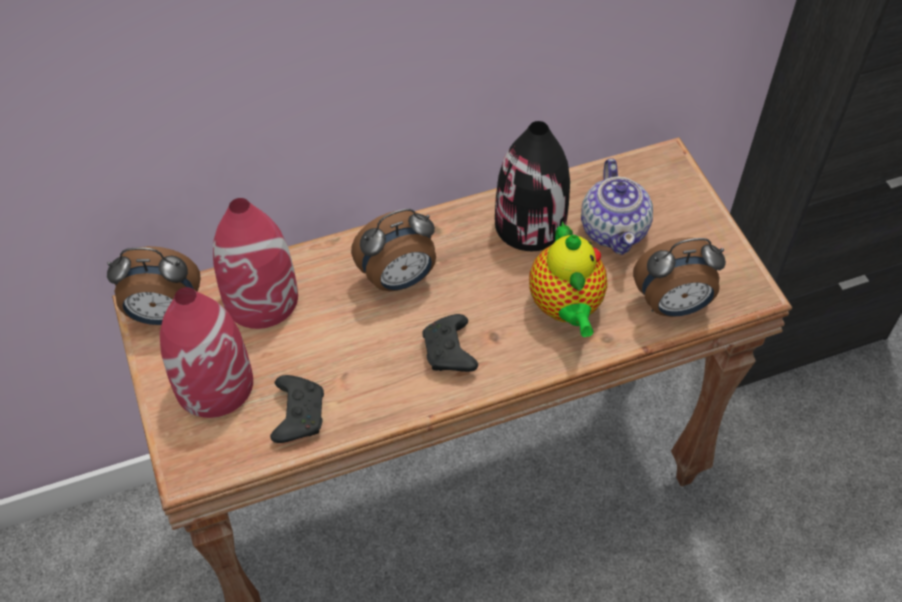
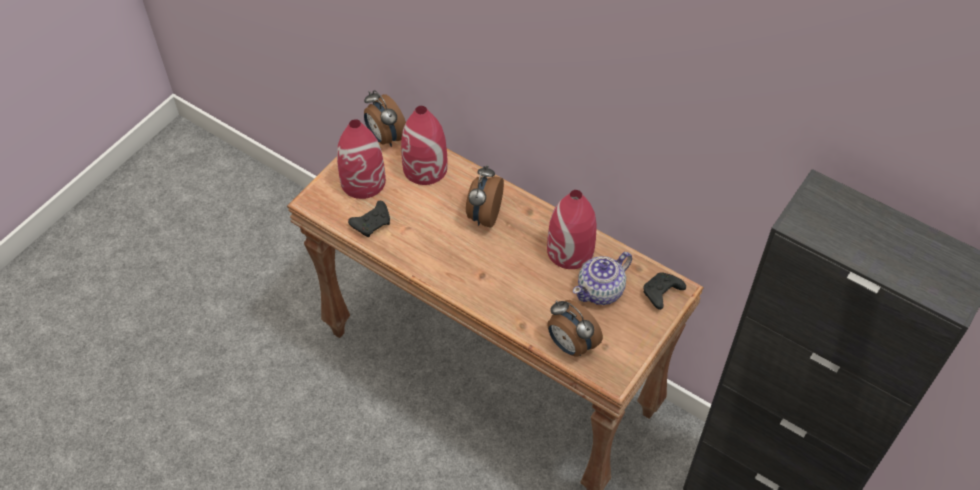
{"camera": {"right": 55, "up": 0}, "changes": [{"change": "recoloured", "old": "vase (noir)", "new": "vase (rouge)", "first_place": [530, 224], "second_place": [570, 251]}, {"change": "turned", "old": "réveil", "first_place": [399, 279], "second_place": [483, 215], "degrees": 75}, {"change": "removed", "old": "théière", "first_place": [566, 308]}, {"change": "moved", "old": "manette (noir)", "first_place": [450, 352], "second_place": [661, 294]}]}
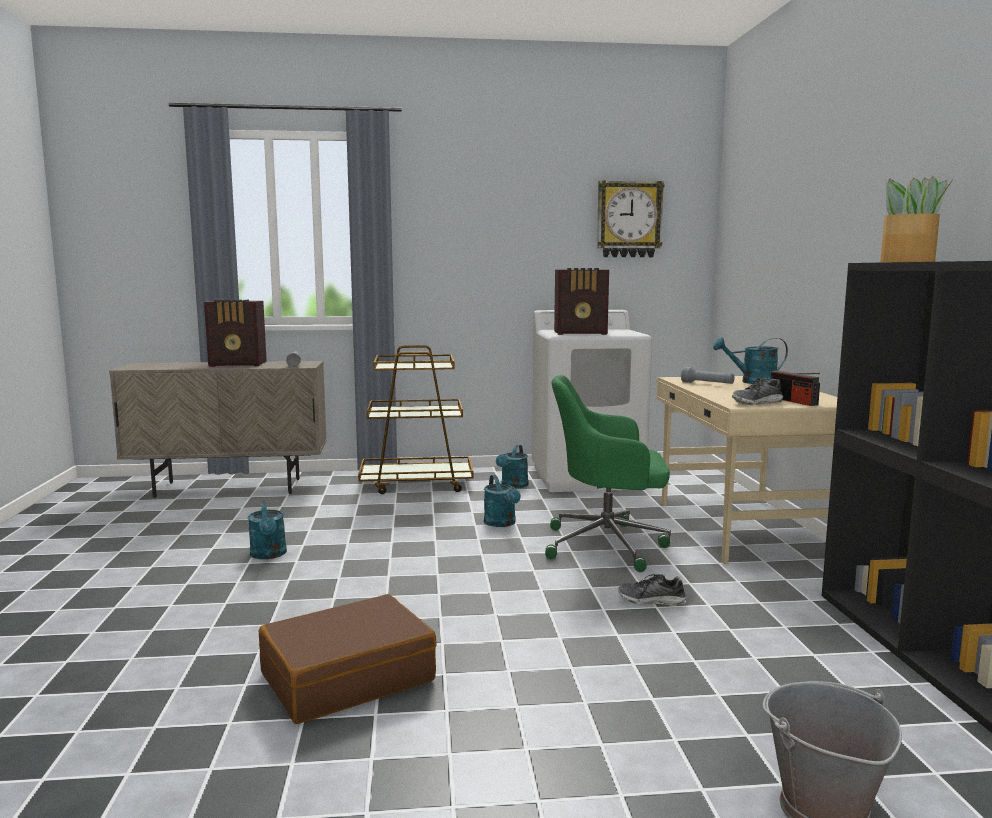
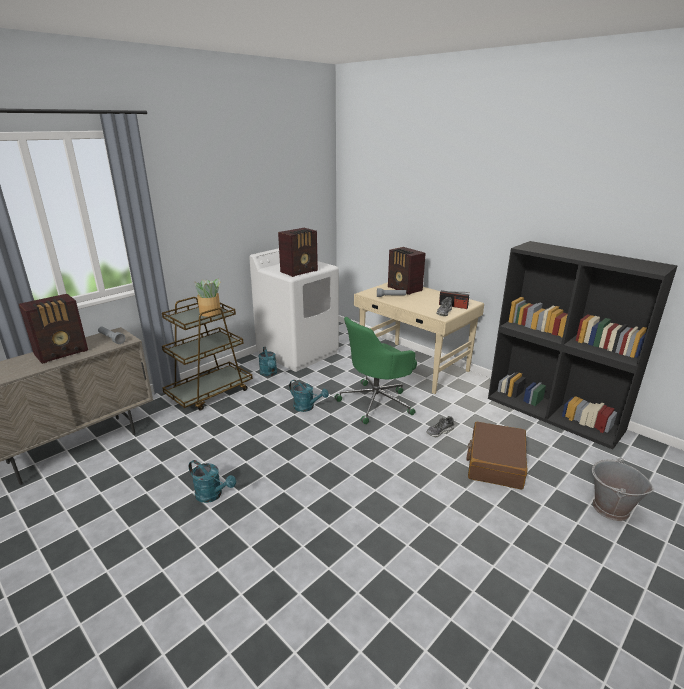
{"camera": {"right": -40, "up": 15}, "changes": [{"change": "moved", "old": "plante en pot", "first_place": [908, 262], "second_place": [210, 313]}, {"change": "removed", "old": "horloge murale", "first_place": [629, 219]}, {"change": "replaced", "old": "arrosoir (turquoise)", "new": "radio", "first_place": [752, 382], "second_place": [404, 289]}, {"change": "moved", "old": "valise (marron)", "first_place": [347, 677], "second_place": [495, 463]}]}
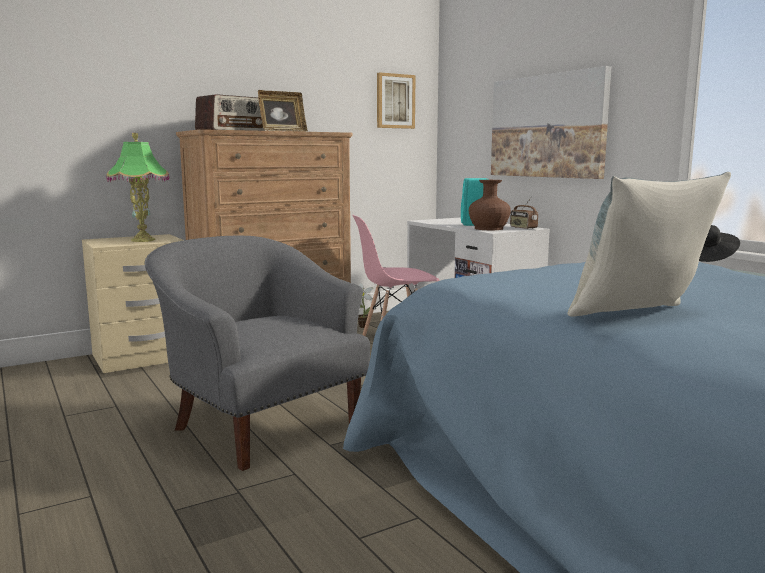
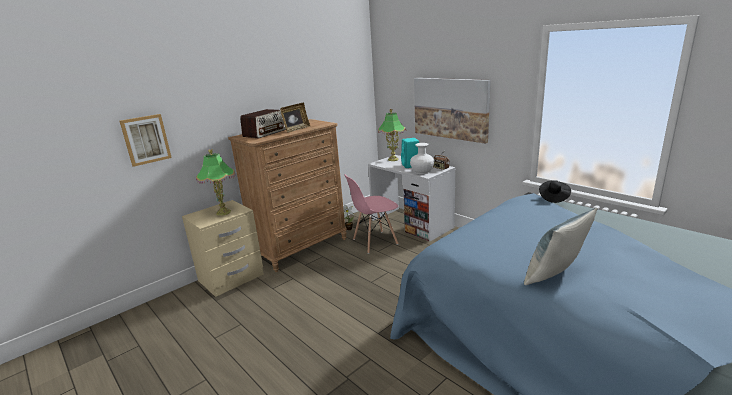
{"camera": {"right": -10, "up": 10}, "changes": [{"change": "moved", "old": "tableau", "first_place": [395, 101], "second_place": [146, 139]}, {"change": "recoloured", "old": "vase (marron)", "new": "vase (blanc)", "first_place": [488, 228], "second_place": [422, 171]}, {"change": "removed", "old": "fauteuil (gris)", "first_place": [262, 424]}, {"change": "added", "new": "lampe de table", "second_place": [393, 159]}]}
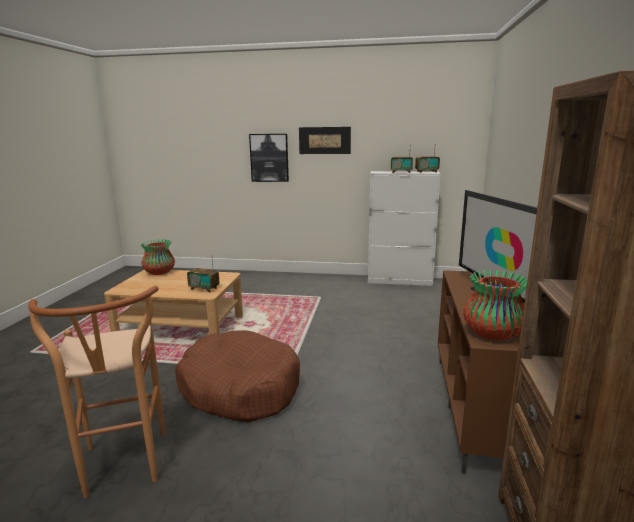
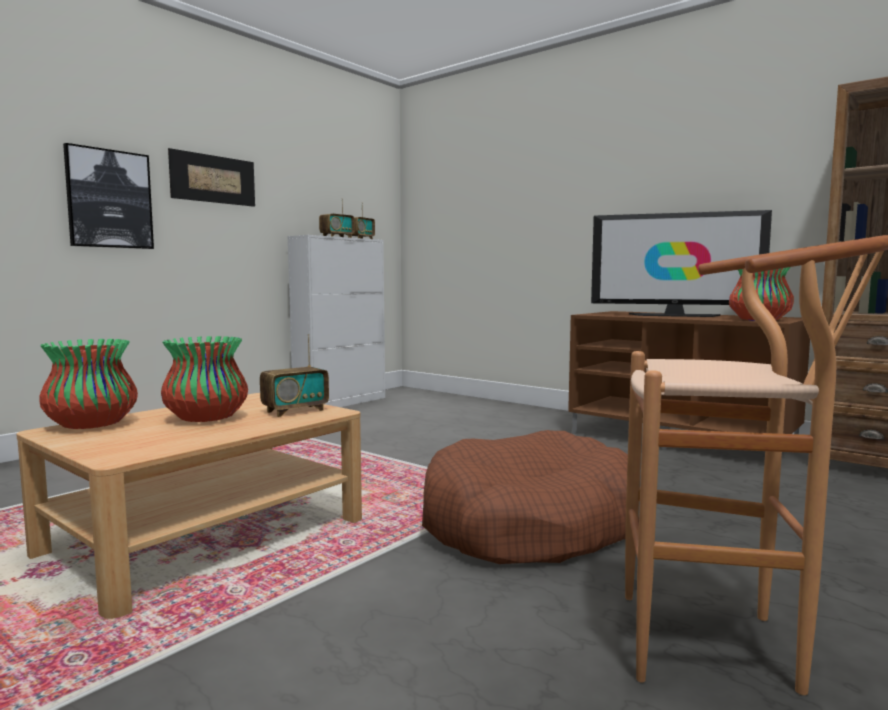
{"camera": {"right": -60, "up": -10}, "changes": [{"change": "added", "new": "vase", "second_place": [207, 418]}]}
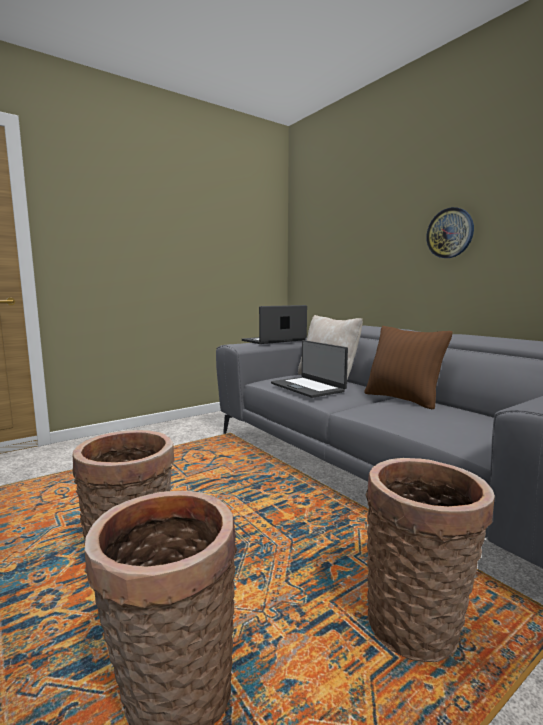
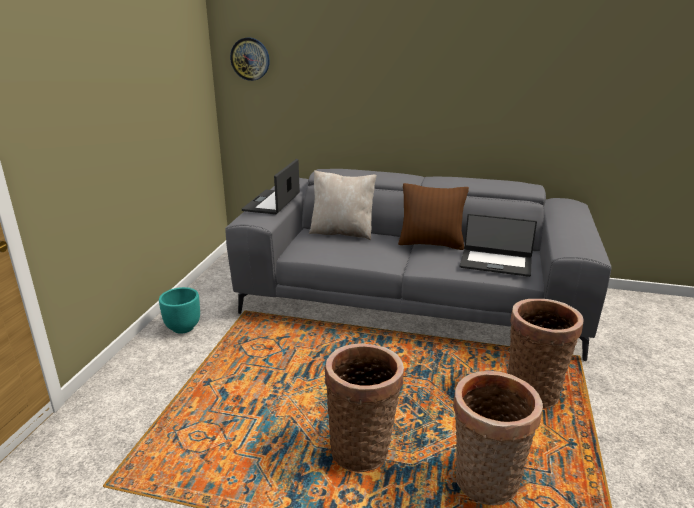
{"camera": {"right": -40, "up": 15}, "changes": [{"change": "moved", "old": "horloge murale", "first_place": [450, 233], "second_place": [250, 59]}, {"change": "moved", "old": "ordinateur portable", "first_place": [308, 387], "second_place": [495, 263]}, {"change": "added", "new": "cache-pot (turquoise)", "second_place": [182, 328]}]}
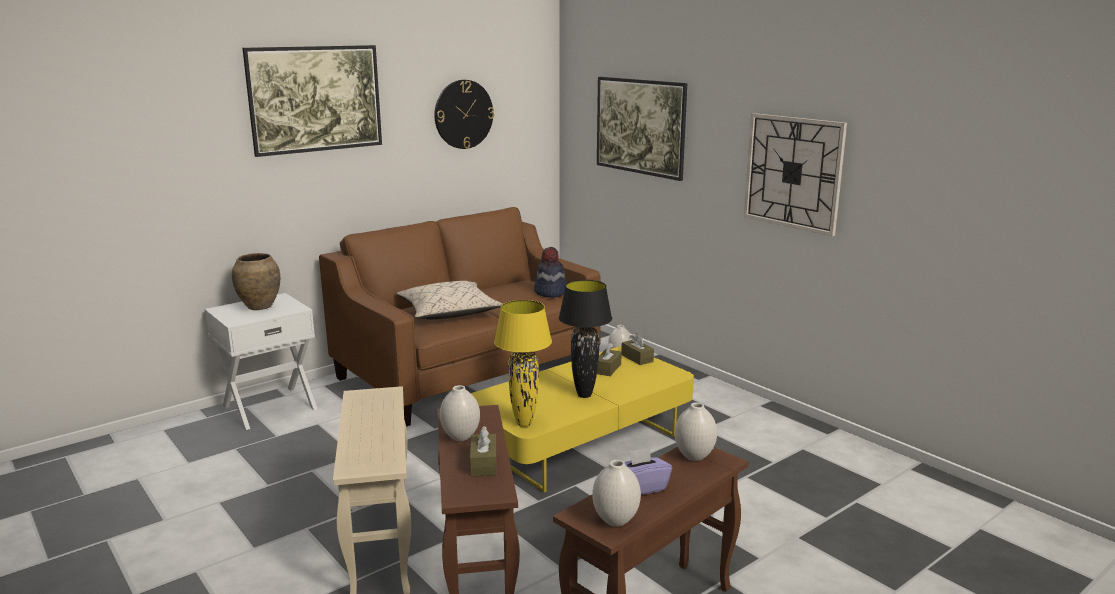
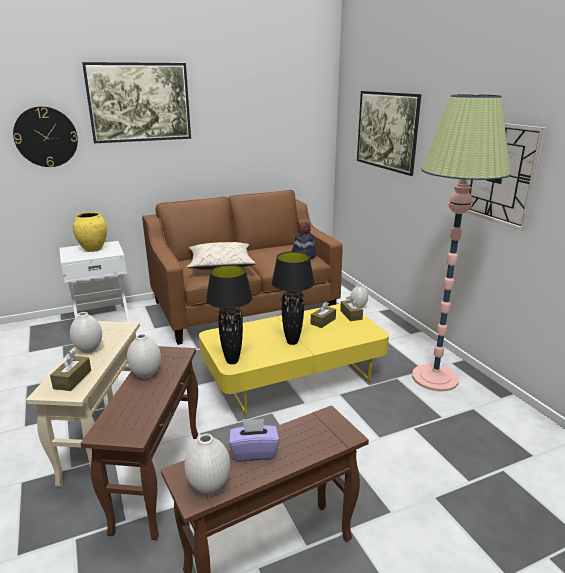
{"camera": {"right": 15, "up": 5}, "changes": [{"change": "moved", "old": "horloge murale", "first_place": [463, 114], "second_place": [46, 137]}, {"change": "recoloured", "old": "vase (marron)", "new": "vase (jaune)", "first_place": [259, 307], "second_place": [93, 249]}, {"change": "recoloured", "old": "lampe de table (jaune)", "new": "lampe de table (noir)", "first_place": [523, 424], "second_place": [231, 361]}, {"change": "moved", "old": "vase (blanc)", "first_place": [695, 456], "second_place": [89, 350]}, {"change": "moved", "old": "boîte à mouchoirs (marron)", "first_place": [483, 463], "second_place": [72, 379]}, {"change": "added", "new": "lampadaire", "second_place": [435, 378]}]}
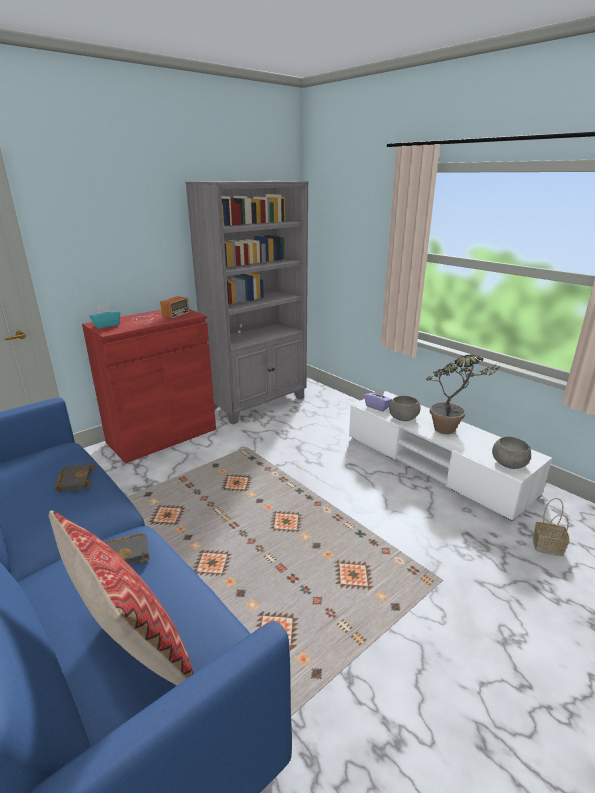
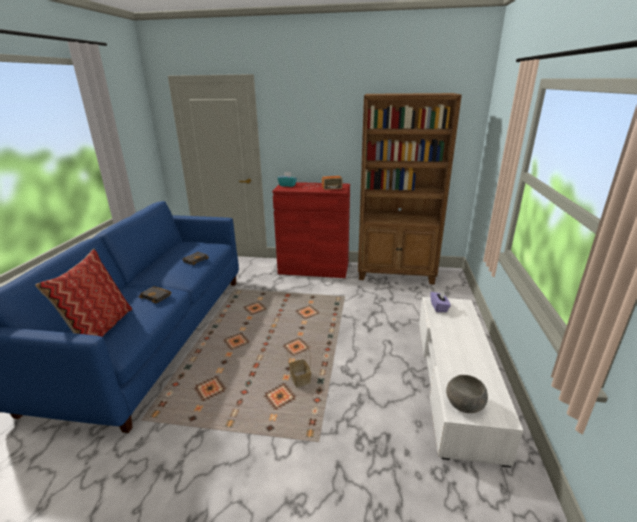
{"camera": {"right": 50, "up": 0}, "changes": [{"change": "recoloured", "old": "bibliothèque (gris)", "new": "bibliothèque (marron)", "first_place": [258, 403], "second_place": [396, 274]}, {"change": "removed", "old": "plante en pot", "first_place": [451, 432]}, {"change": "removed", "old": "bol (gris)", "first_place": [403, 417]}, {"change": "moved", "old": "panier", "first_place": [546, 547], "second_place": [299, 379]}]}
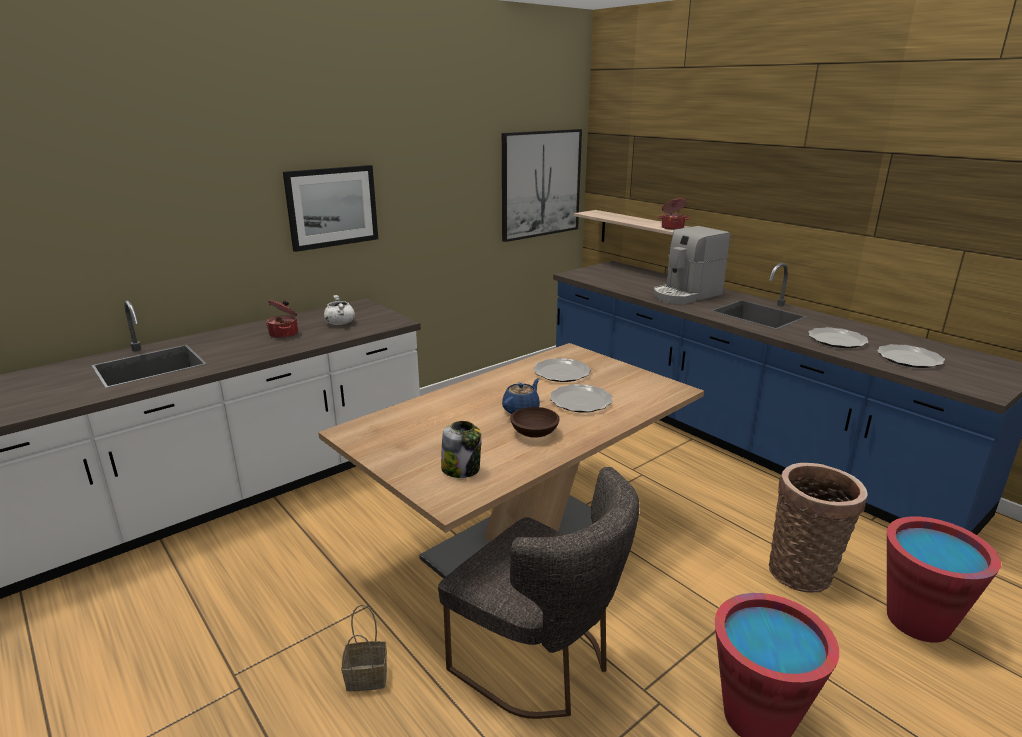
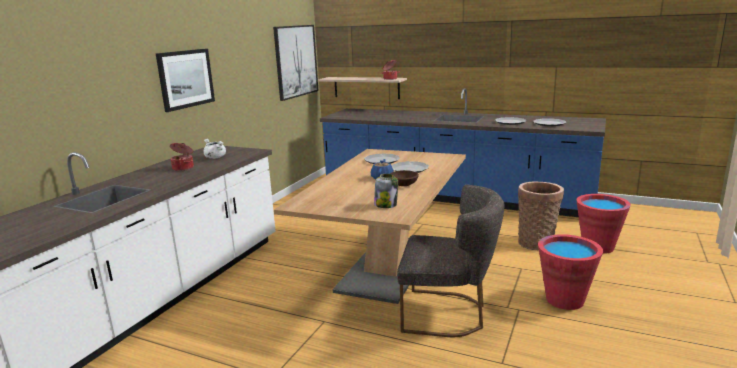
{"camera": {"right": -25, "up": -5}, "changes": [{"change": "removed", "old": "machine à café", "first_place": [685, 295]}, {"change": "removed", "old": "panier", "first_place": [365, 678]}]}
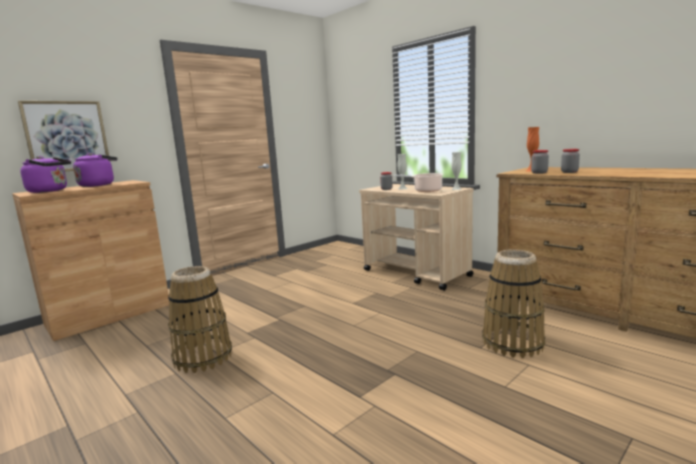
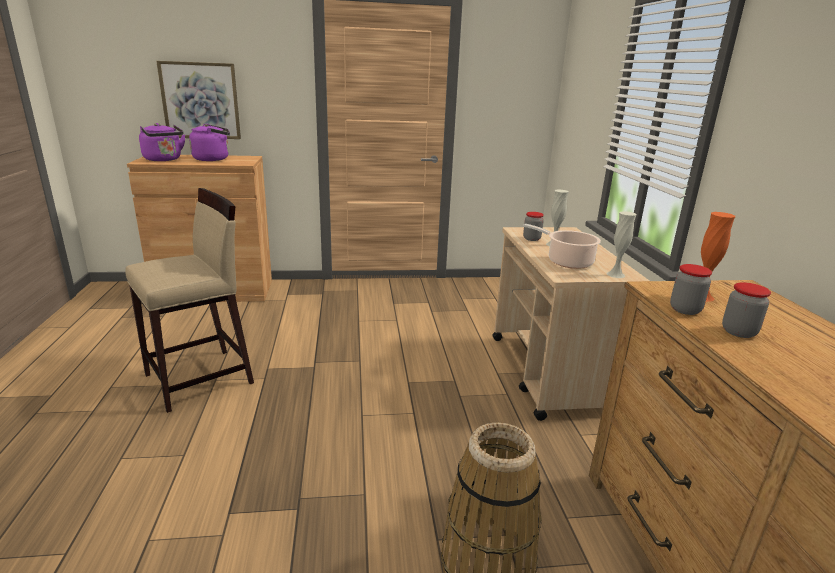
{"camera": {"right": 35, "up": 10}, "changes": [{"change": "replaced", "old": "panier", "new": "tabouret (beige)", "first_place": [203, 357], "second_place": [200, 379]}]}
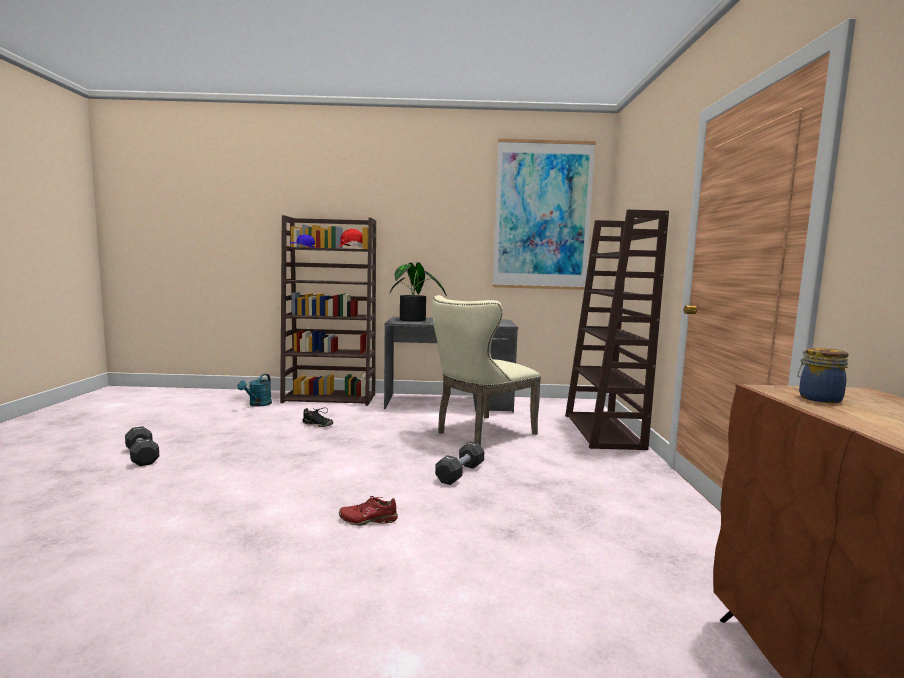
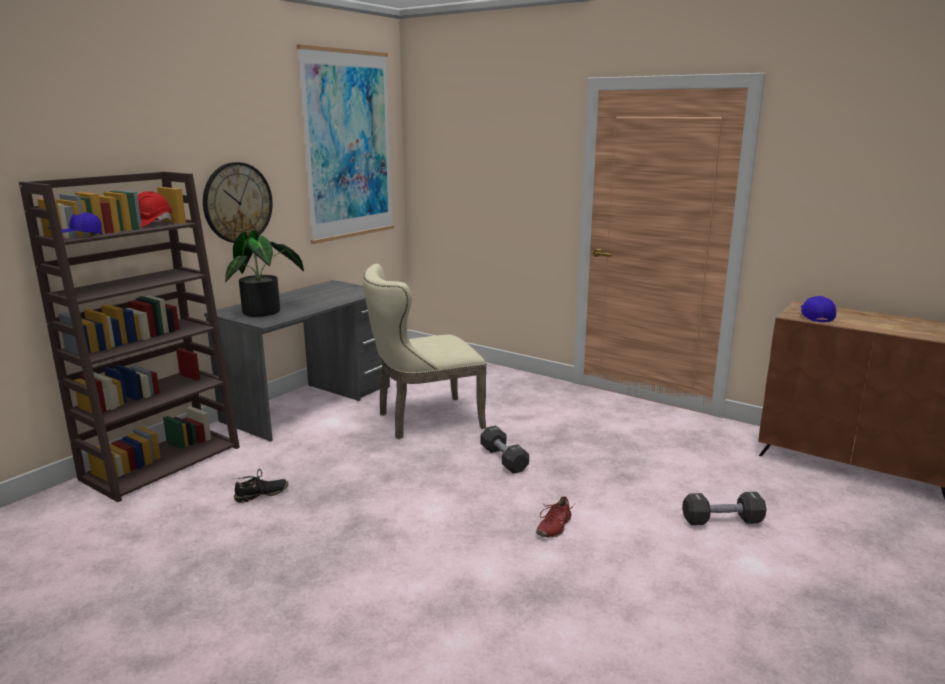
{"camera": {"right": -55, "up": 10}, "changes": [{"change": "removed", "old": "bibliothèque (marron)", "first_place": [604, 431]}, {"change": "turned", "old": "chaise (beige)", "first_place": [480, 433], "second_place": [423, 420], "degrees": 75}, {"change": "replaced", "old": "bocal", "new": "casquette (bleu)", "first_place": [818, 398], "second_place": [815, 316]}, {"change": "removed", "old": "arrosoir (turquoise)", "first_place": [258, 404]}, {"change": "moved", "old": "haltère (noir)", "first_place": [142, 456], "second_place": [722, 521]}, {"change": "added", "new": "horloge murale", "second_place": [237, 203]}]}
